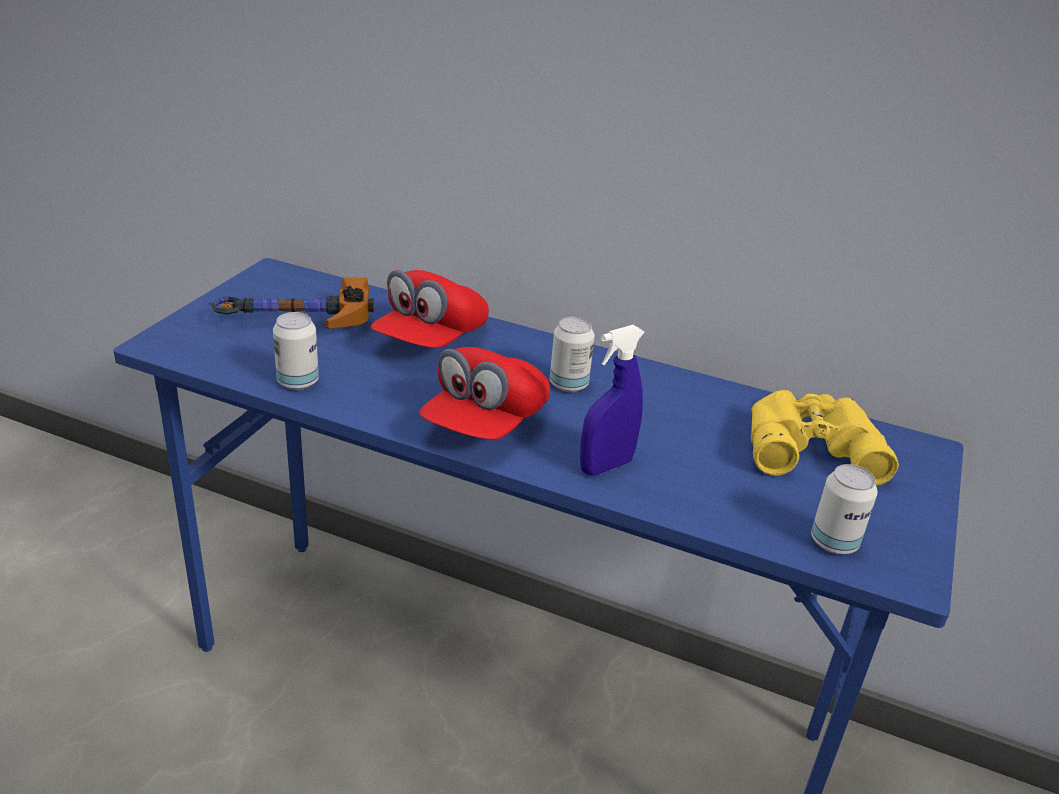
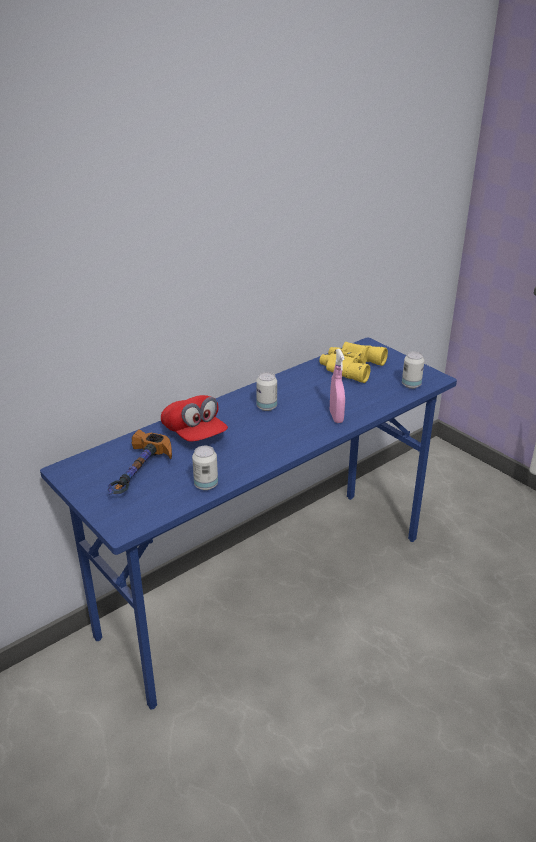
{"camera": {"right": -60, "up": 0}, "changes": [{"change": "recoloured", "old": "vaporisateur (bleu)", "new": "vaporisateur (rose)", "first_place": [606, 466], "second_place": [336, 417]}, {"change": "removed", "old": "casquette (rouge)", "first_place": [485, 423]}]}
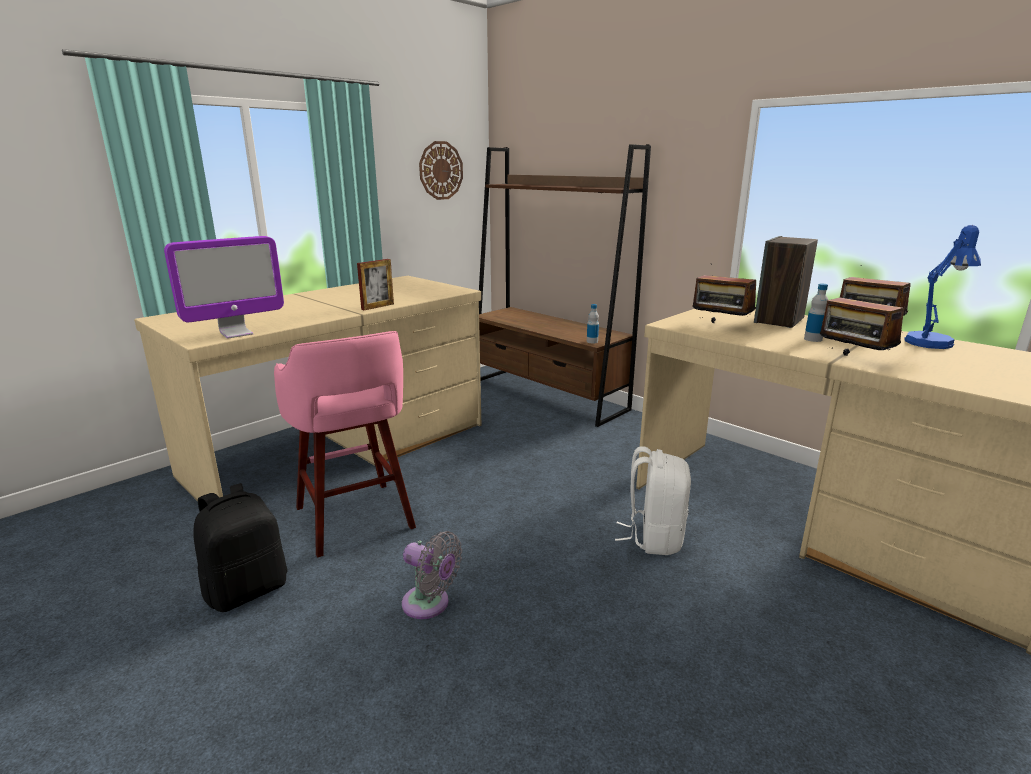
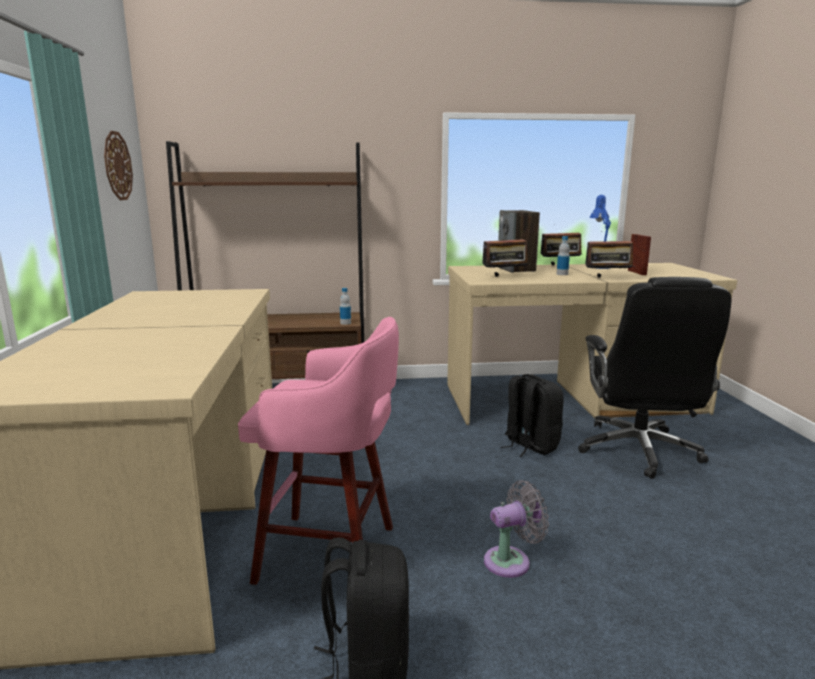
{"camera": {"right": -50, "up": -5}, "changes": [{"change": "removed", "old": "écran d'ordinateur", "first_place": [236, 333]}, {"change": "moved", "old": "cadre photo", "first_place": [377, 306], "second_place": [637, 272]}, {"change": "recoloured", "old": "sac à dos (blanc)", "new": "sac à dos (noir)", "first_place": [653, 537], "second_place": [529, 445]}, {"change": "added", "new": "chaise de bureau (noir)", "second_place": [639, 450]}]}
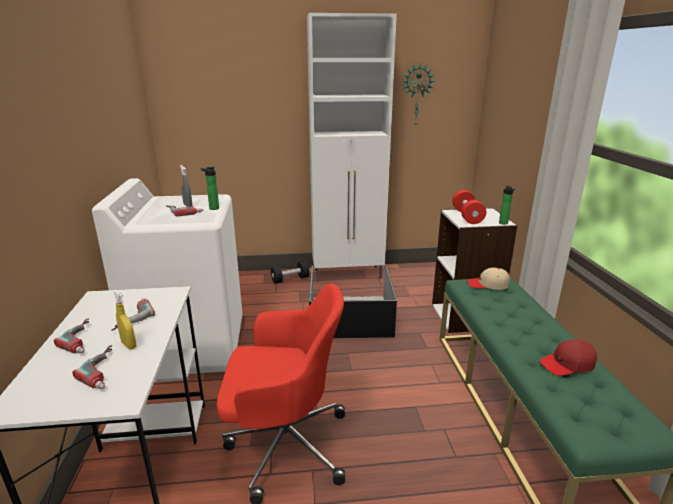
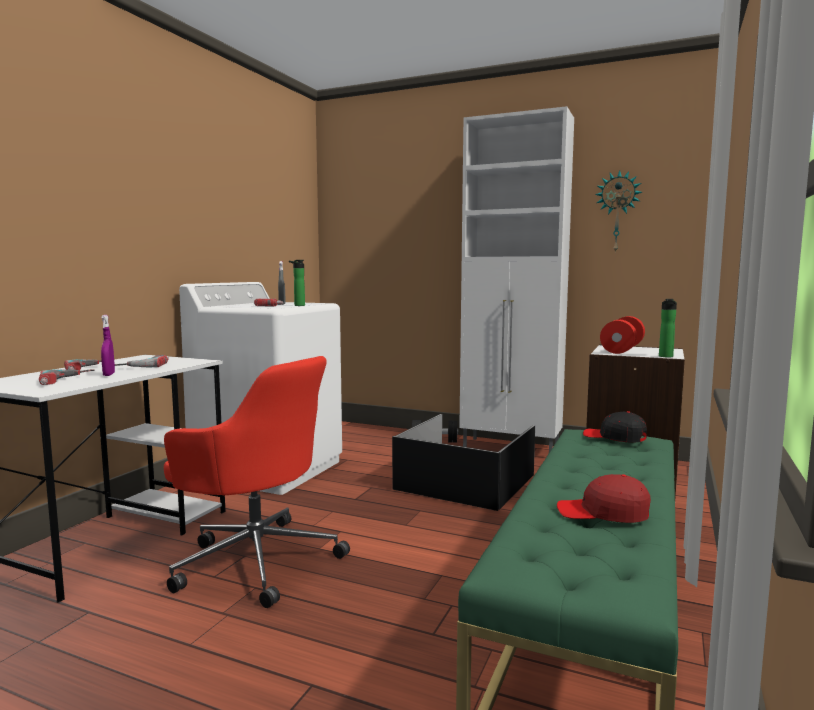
{"camera": {"right": 30, "up": -15}, "changes": [{"change": "recoloured", "old": "casquette (beige)", "new": "casquette (noir)", "first_place": [488, 284], "second_place": [614, 437]}, {"change": "recoloured", "old": "vaporisateur (jaune)", "new": "vaporisateur (violet)", "first_place": [129, 345], "second_place": [109, 374]}]}
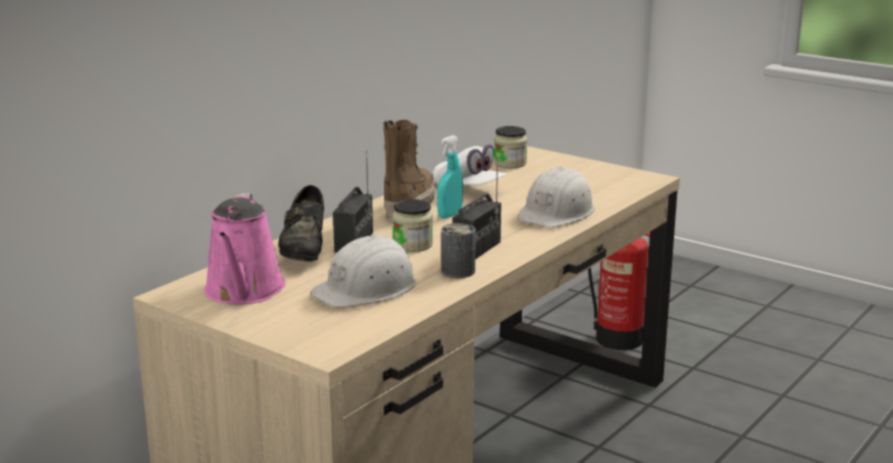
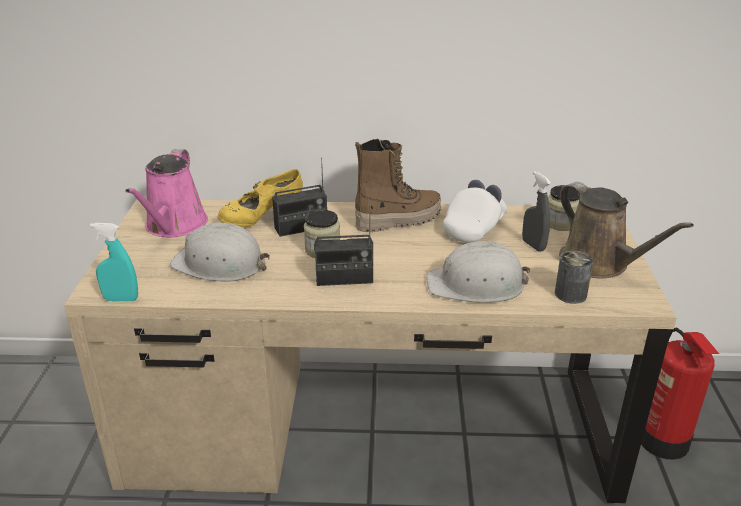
{"camera": {"right": 55, "up": 10}, "changes": [{"change": "moved", "old": "vaporisateur (turquoise)", "first_place": [450, 215], "second_place": [121, 299]}, {"change": "turned", "old": "casquette (blanc)", "first_place": [469, 188], "second_place": [474, 228], "degrees": -150}, {"change": "recoloured", "old": "chaussure (noir)", "new": "chaussure (jaune)", "first_place": [304, 253], "second_place": [262, 219]}, {"change": "turned", "old": "arrosoir (rose)", "first_place": [244, 292], "second_place": [174, 226], "degrees": -45}, {"change": "moved", "old": "boîte métallique", "first_place": [458, 271], "second_place": [570, 294]}, {"change": "added", "new": "vaporisateur (gris)", "second_place": [533, 245]}, {"change": "added", "new": "arrosoir (marron)", "second_place": [598, 264]}]}
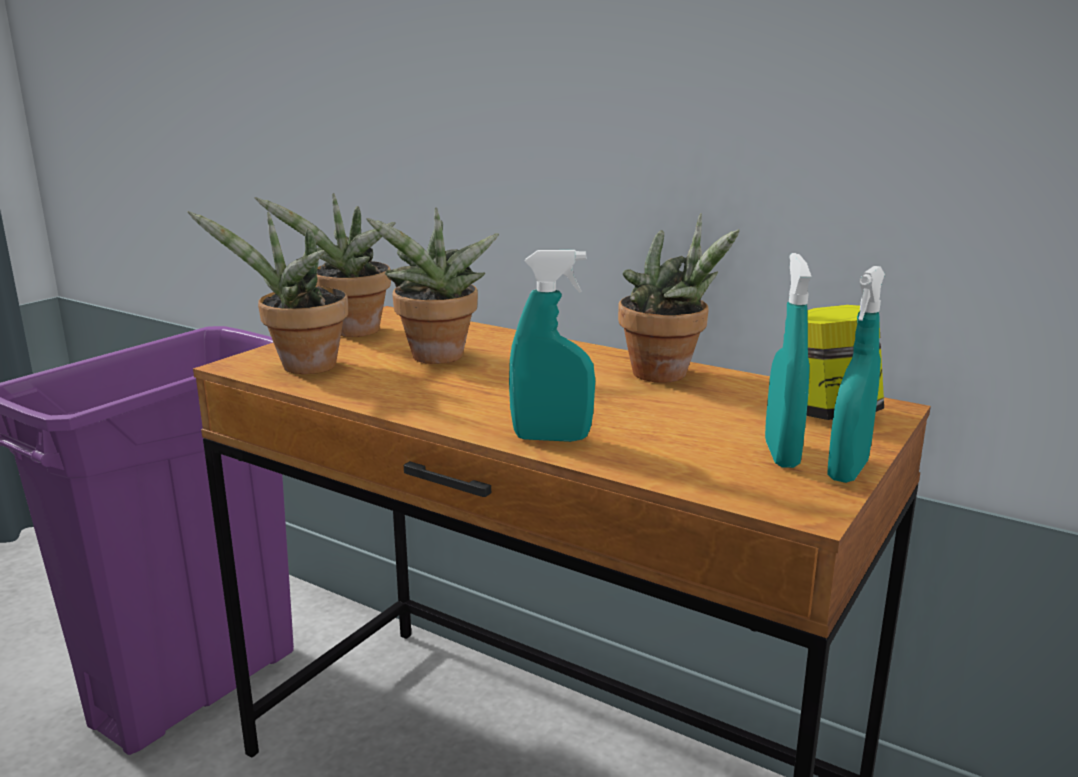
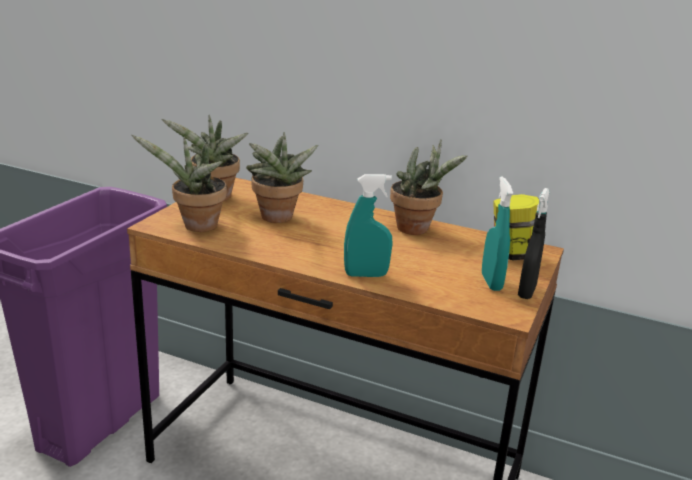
{"camera": {"right": -10, "up": 5}, "changes": [{"change": "recoloured", "old": "vaporisateur (turquoise)", "new": "vaporisateur (noir)", "first_place": [847, 471], "second_place": [526, 292]}]}
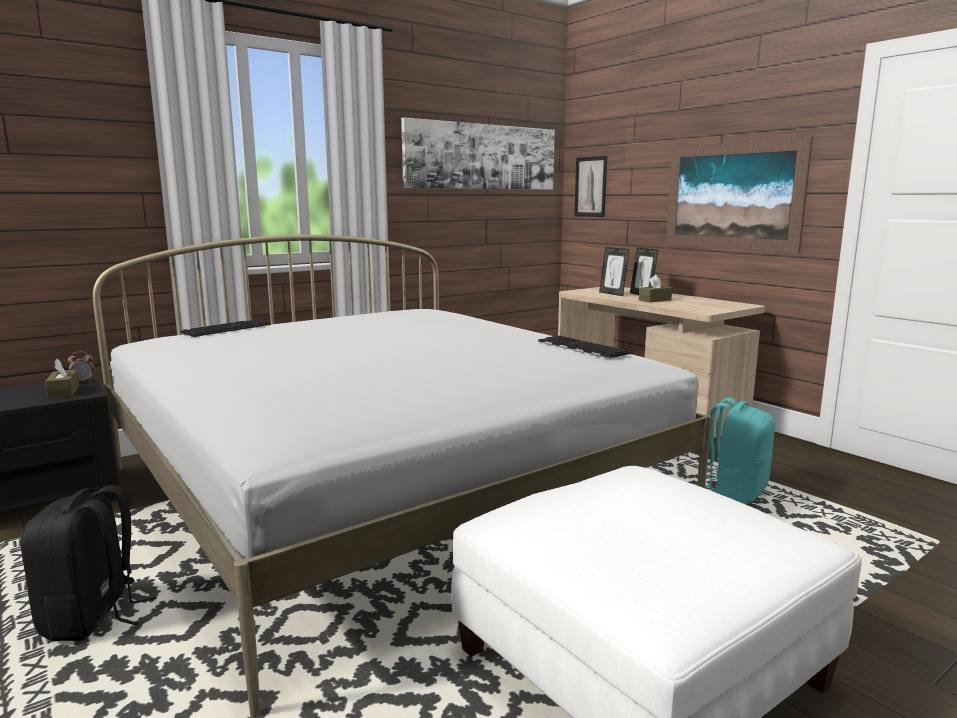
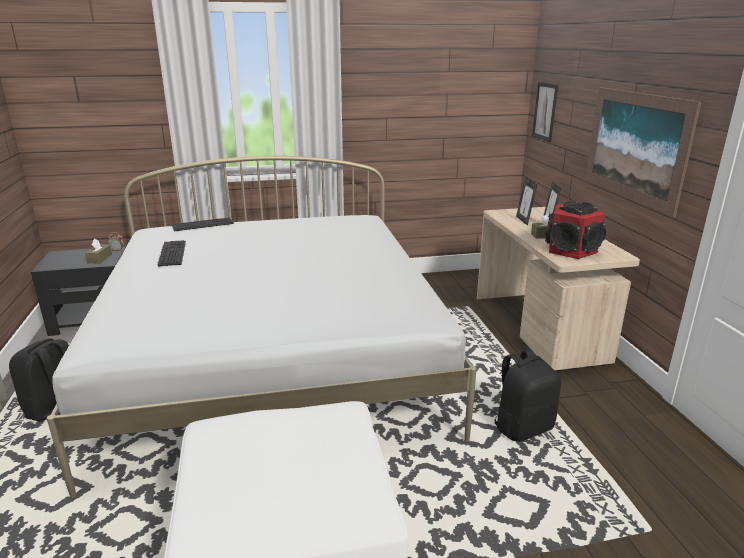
{"camera": {"right": 25, "up": 10}, "changes": [{"change": "removed", "old": "tableau", "first_place": [482, 157]}, {"change": "moved", "old": "clavier", "first_place": [580, 347], "second_place": [171, 253]}, {"change": "recoloured", "old": "sac à dos (turquoise)", "new": "sac à dos (noir)", "first_place": [735, 492], "second_place": [522, 427]}, {"change": "added", "new": "enceinte", "second_place": [570, 250]}]}
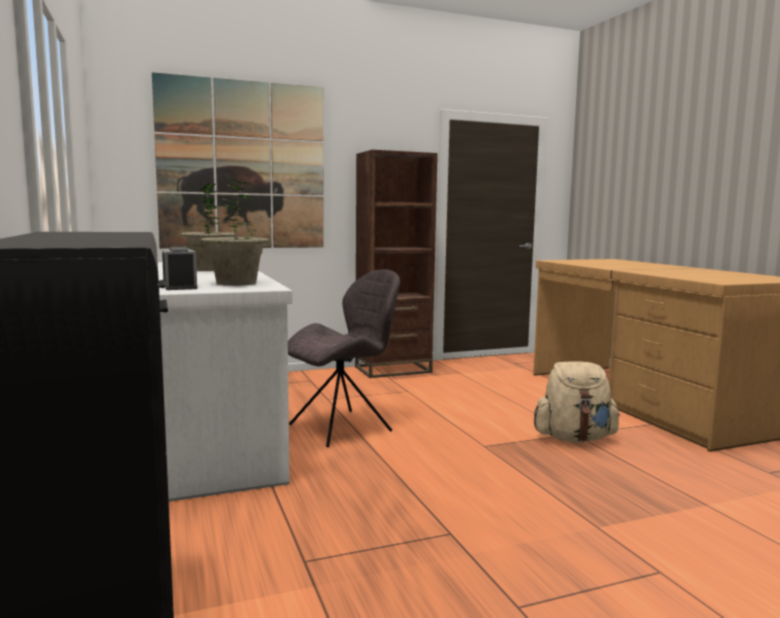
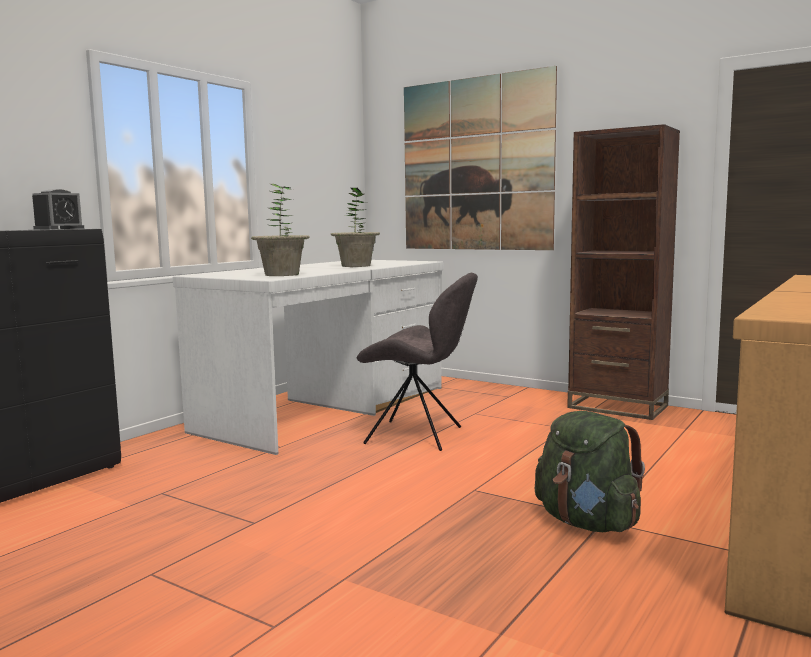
{"camera": {"right": 55, "up": 0}, "changes": [{"change": "moved", "old": "réveil", "first_place": [180, 287], "second_place": [59, 229]}, {"change": "recoloured", "old": "sac à dos (beige)", "new": "sac à dos (vert)", "first_place": [574, 438], "second_place": [587, 523]}]}
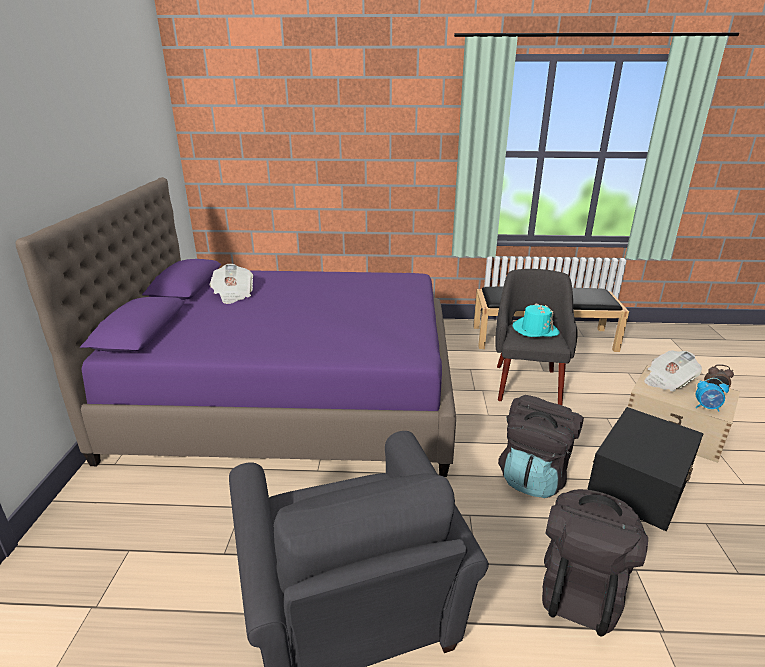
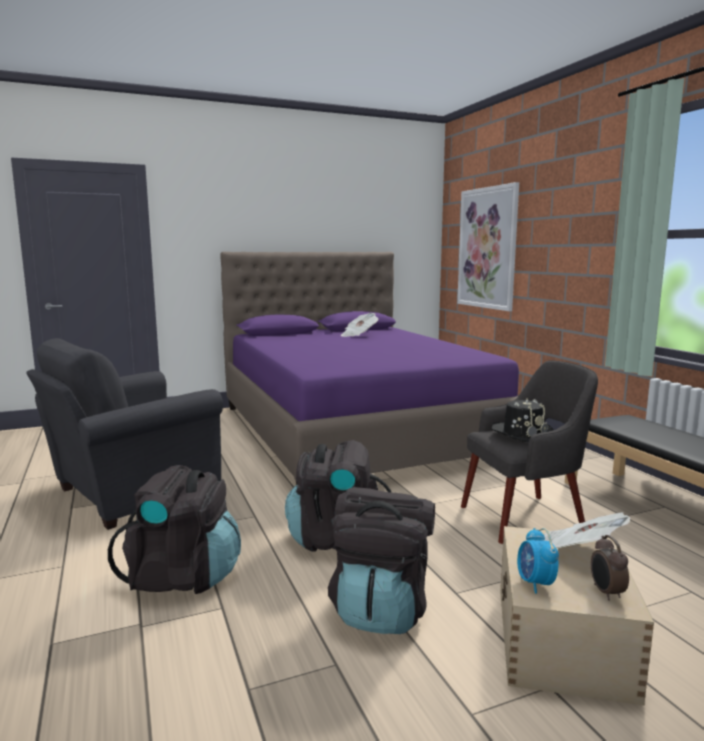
{"camera": {"right": 65, "up": -15}, "changes": [{"change": "recoloured", "old": "chapeau (turquoise)", "new": "chapeau (noir)", "first_place": [535, 329], "second_place": [522, 433]}, {"change": "replaced", "old": "boîte de rangement (noir)", "new": "sac à dos (noir)", "first_place": [640, 483], "second_place": [382, 608]}, {"change": "added", "new": "tableau", "second_place": [487, 248]}]}
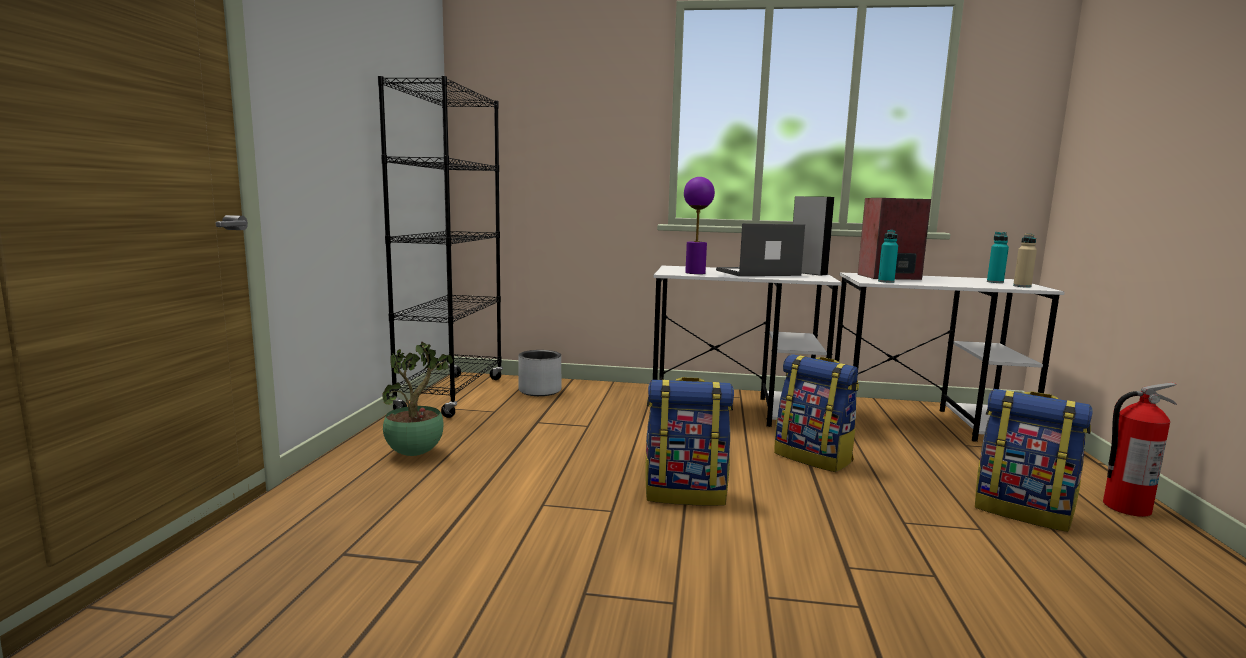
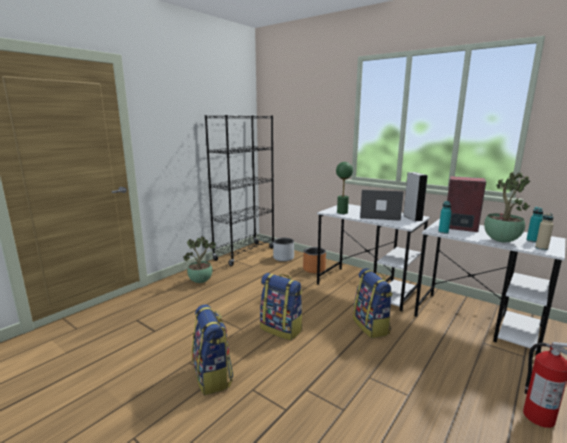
{"camera": {"right": 30, "up": 5}, "changes": [{"change": "recoloured", "old": "lampe de table (violet)", "new": "lampe de table (vert)", "first_place": [695, 273], "second_place": [342, 212]}, {"change": "moved", "old": "sac à dos", "first_place": [1022, 511], "second_place": [213, 376]}, {"change": "added", "new": "plante en pot", "second_place": [500, 241]}, {"change": "added", "new": "cache-pot (orange)", "second_place": [314, 269]}]}
